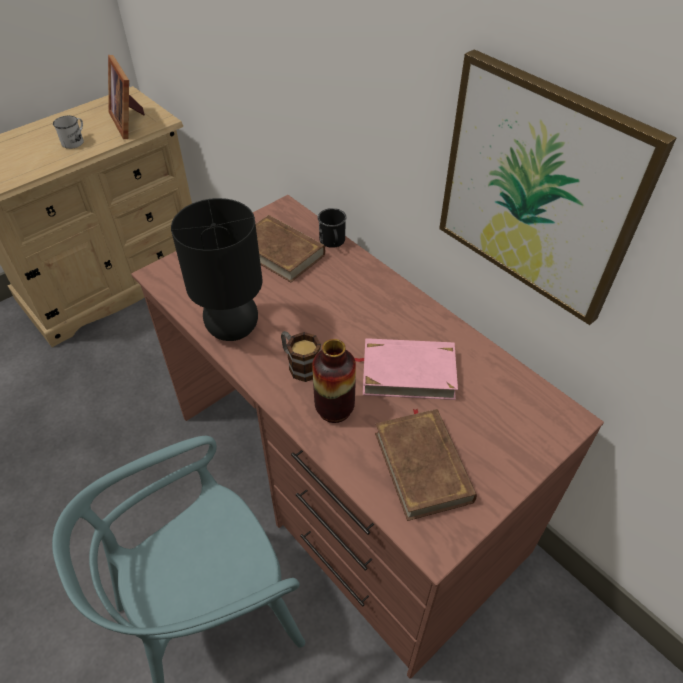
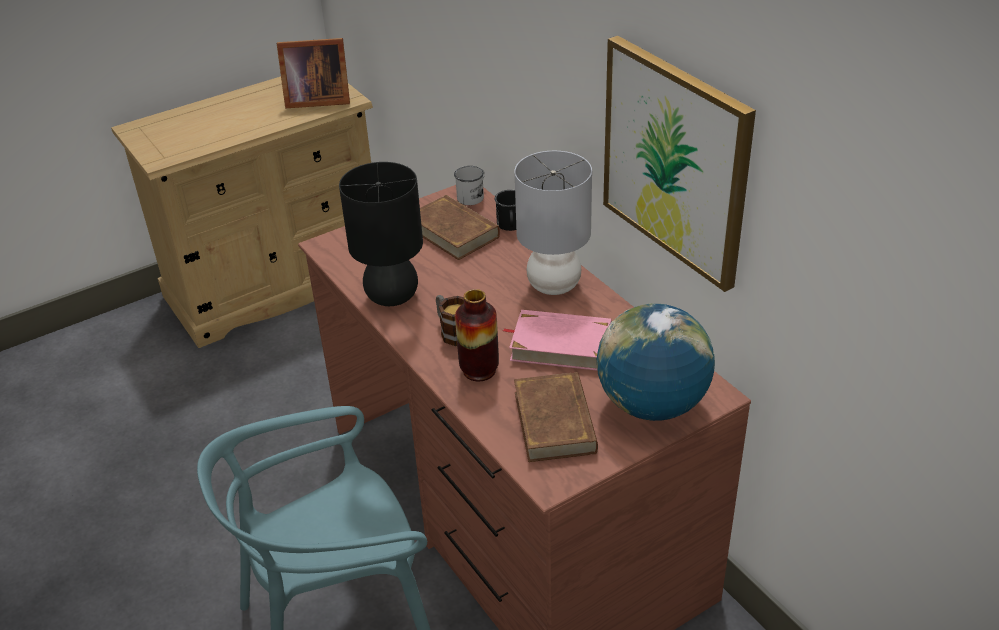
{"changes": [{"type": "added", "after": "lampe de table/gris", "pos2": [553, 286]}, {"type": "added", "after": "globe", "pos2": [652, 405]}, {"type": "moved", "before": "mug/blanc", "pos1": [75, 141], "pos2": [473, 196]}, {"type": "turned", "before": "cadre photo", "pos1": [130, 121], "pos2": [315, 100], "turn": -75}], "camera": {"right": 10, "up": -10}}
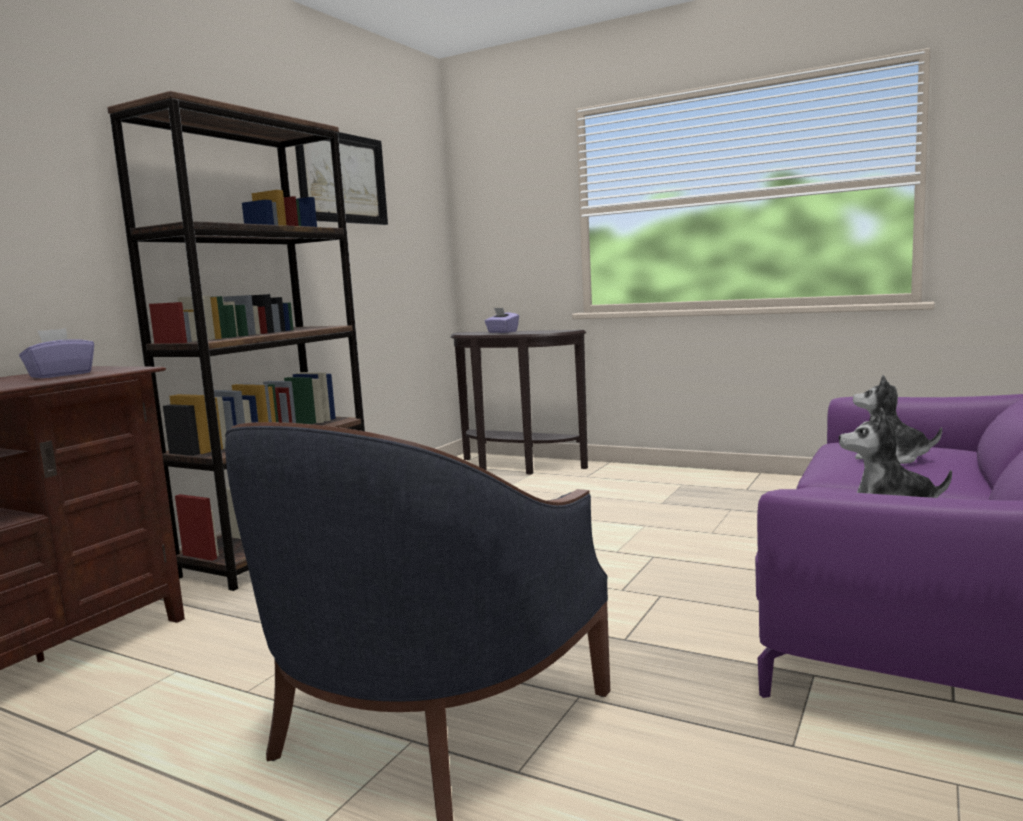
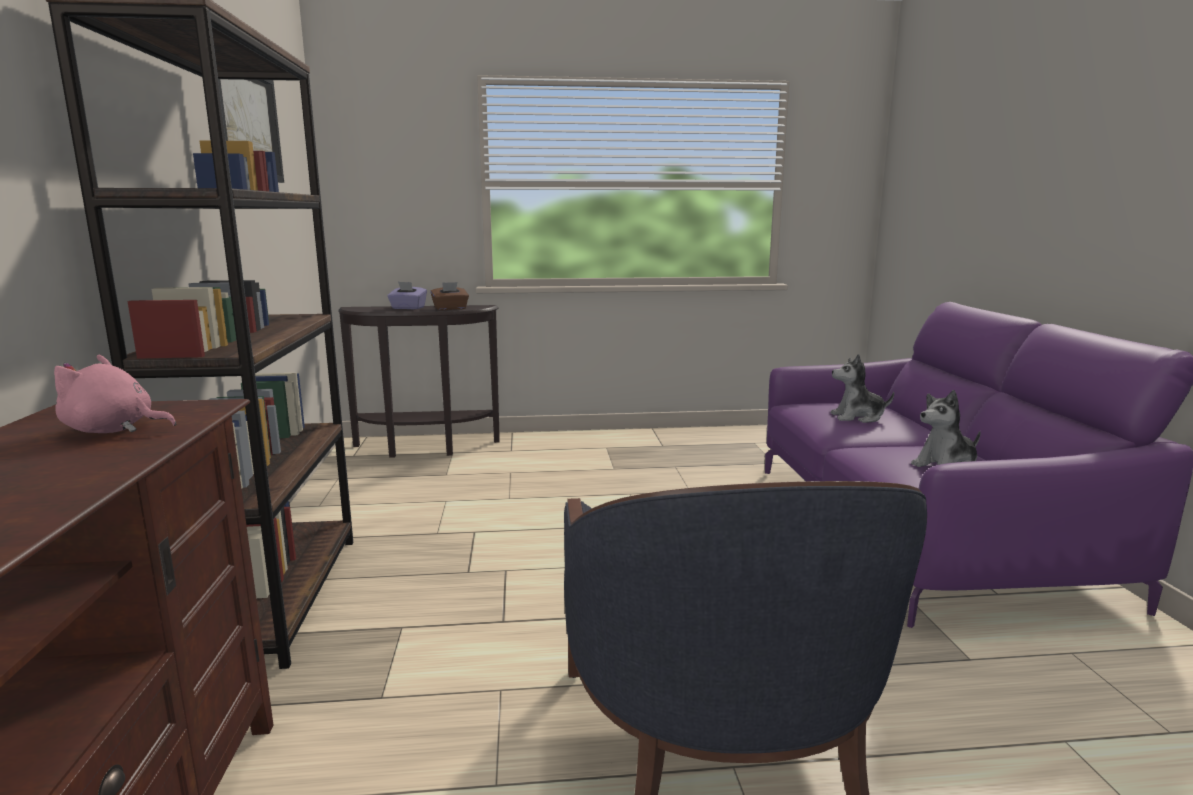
{"changes": [{"type": "added", "after": "boîte à mouchoirs/marron", "pos2": [450, 308]}, {"type": "replaced", "before": "boîte à mouchoirs/violet", "after": "peluche/rose", "pos1": [60, 375], "pos2": [114, 430]}], "camera": {"right": -35, "up": 5}}
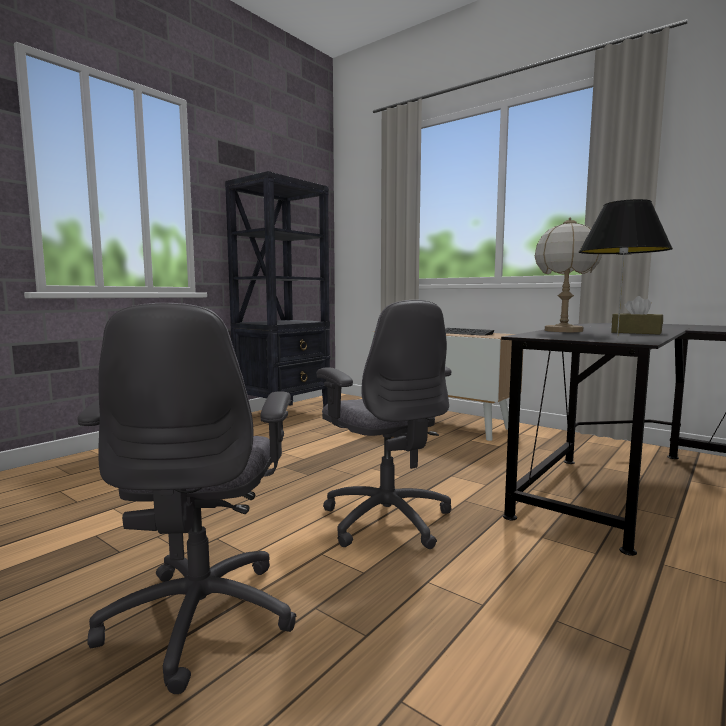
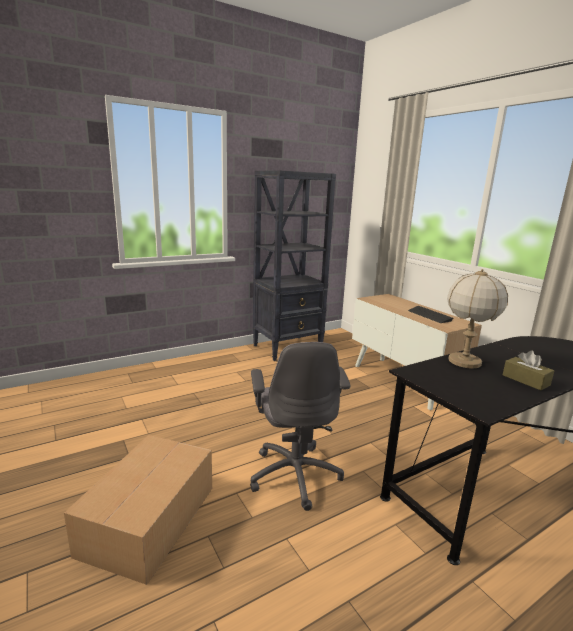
{"changes": [{"type": "removed", "before": "lampe de table/noir", "pos1": [618, 337]}, {"type": "replaced", "before": "chaise de bureau/gris", "after": "carton", "pos1": [202, 615], "pos2": [147, 520]}], "camera": {"right": 20, "up": 10}}
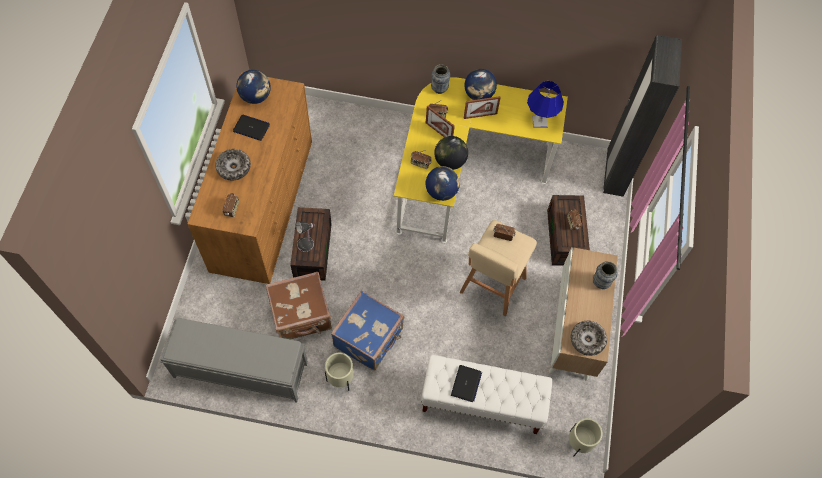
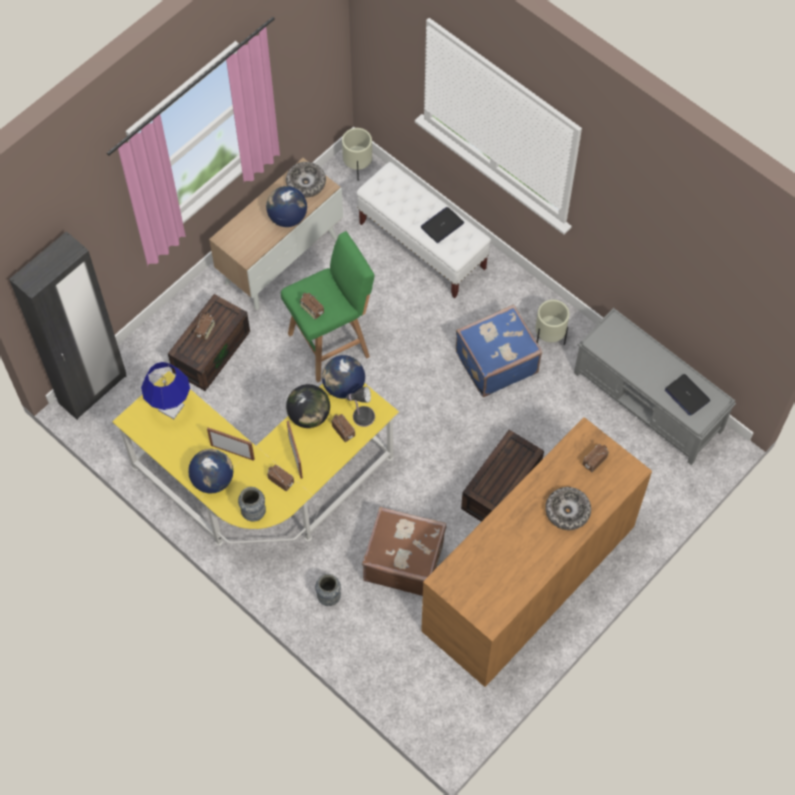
{"changes": [{"type": "moved", "before": "ordinateur portable", "pos1": [251, 128], "pos2": [687, 395]}, {"type": "moved", "before": "globe", "pos1": [256, 96], "pos2": [287, 217]}, {"type": "moved", "before": "valise/marron", "pos1": [301, 316], "pos2": [403, 560]}, {"type": "moved", "before": "lampe de table", "pos1": [306, 244], "pos2": [362, 416]}, {"type": "moved", "before": "vase", "pos1": [600, 282], "pos2": [329, 597]}, {"type": "recoloured", "before": "tabouret/beige", "after": "tabouret/vert", "pos1": [491, 287], "pos2": [331, 344]}], "camera": {"right": -145, "up": 0}}
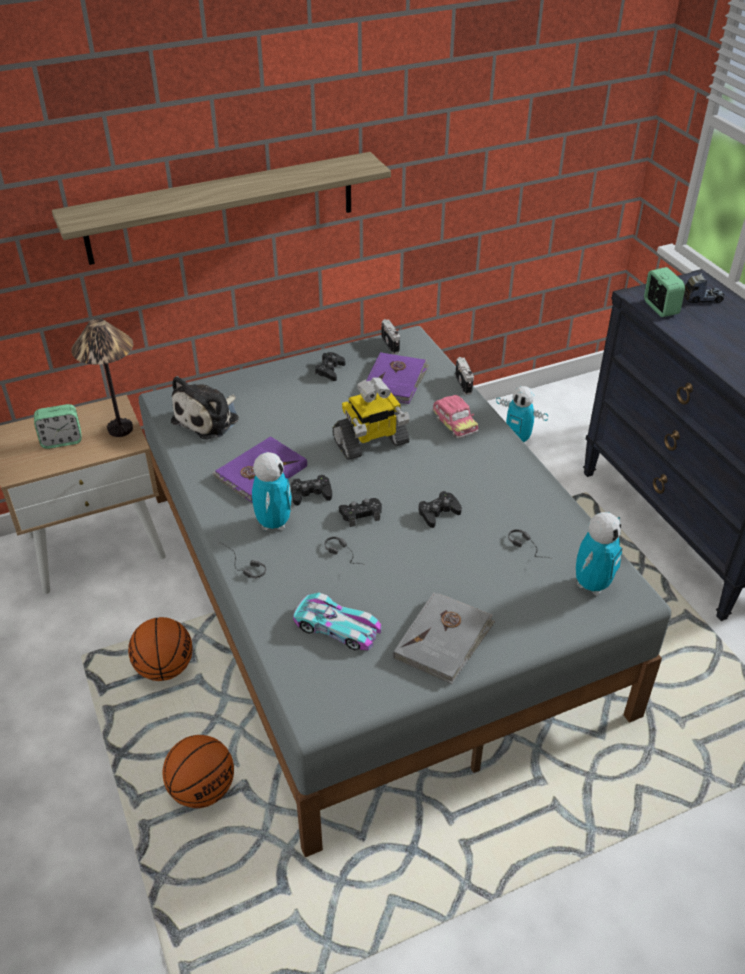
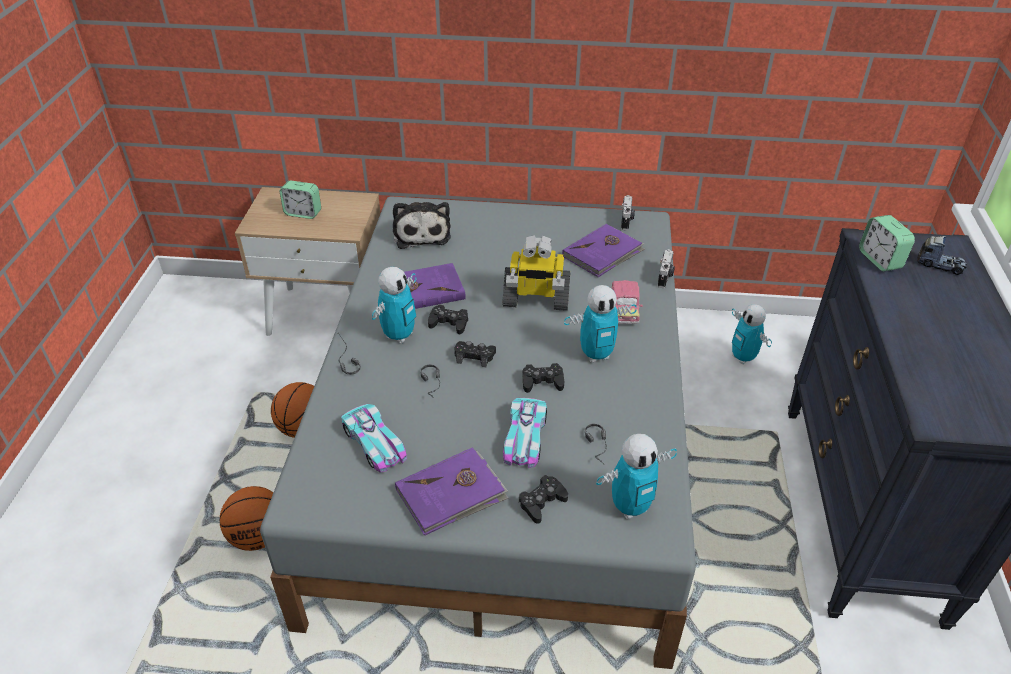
{"changes": [{"type": "removed", "before": "étagère", "pos1": [222, 208]}, {"type": "removed", "before": "lampe de table", "pos1": [121, 429]}, {"type": "added", "after": "petite voiture", "pos2": [525, 437]}, {"type": "added", "after": "robot jouet", "pos2": [596, 355]}, {"type": "moved", "before": "manette/noir", "pos1": [330, 370], "pos2": [542, 502]}, {"type": "recoloured", "before": "livre/gris", "after": "livre/violet", "pos1": [444, 640], "pos2": [451, 494]}, {"type": "turned", "before": "peluche", "pos1": [209, 419], "pos2": [421, 233], "turn": -75}, {"type": "turned", "before": "réveil", "pos1": [660, 308], "pos2": [880, 260], "turn": 150}], "camera": {"right": 30, "up": 0}}
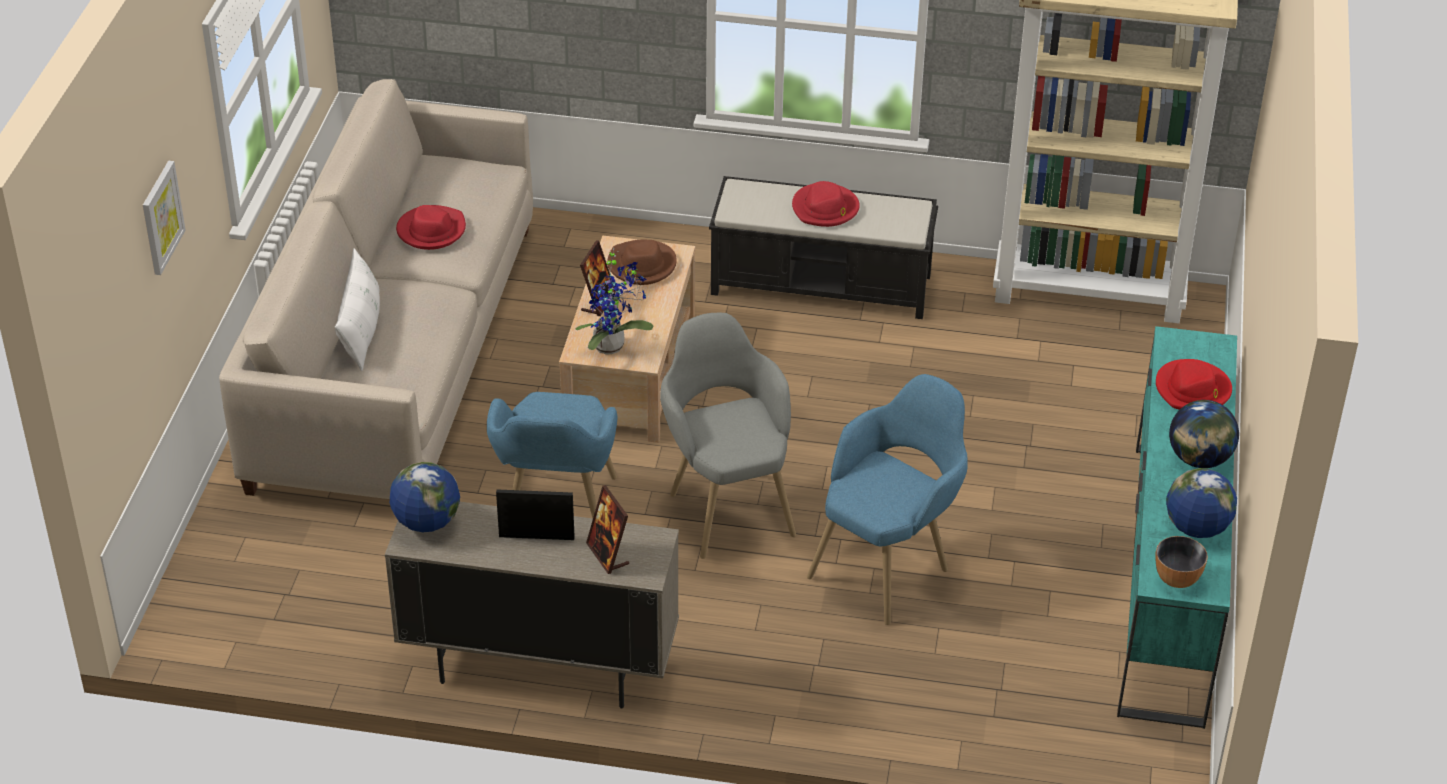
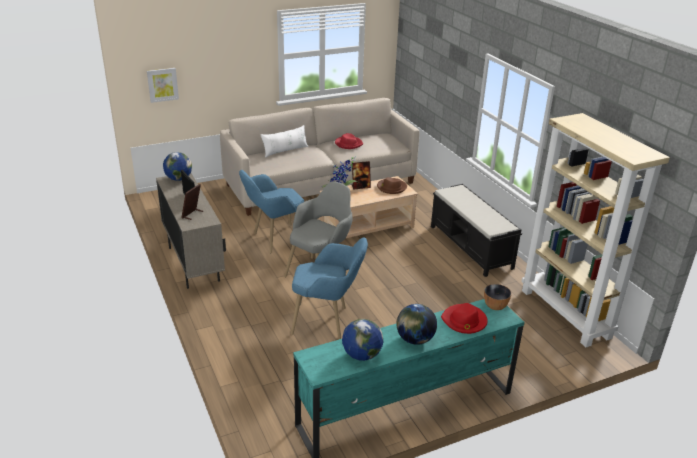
{"changes": [{"type": "removed", "before": "chapeau/rouge", "pos1": [825, 209]}, {"type": "moved", "before": "tableau", "pos1": [161, 217], "pos2": [162, 84]}, {"type": "moved", "before": "bol", "pos1": [1177, 579], "pos2": [495, 306]}], "camera": {"right": 55, "up": -10}}
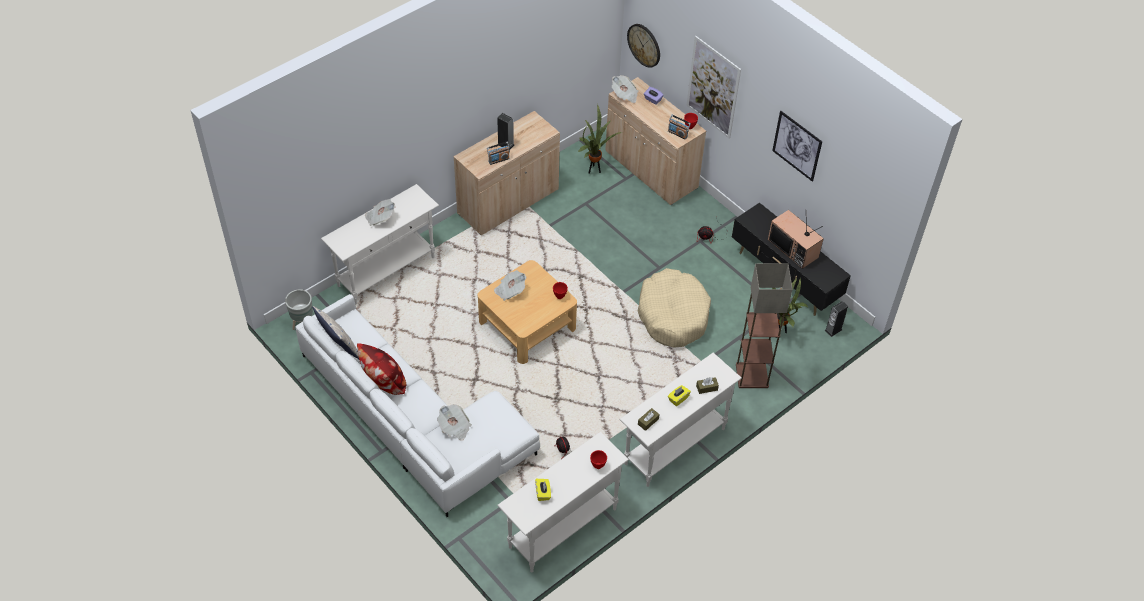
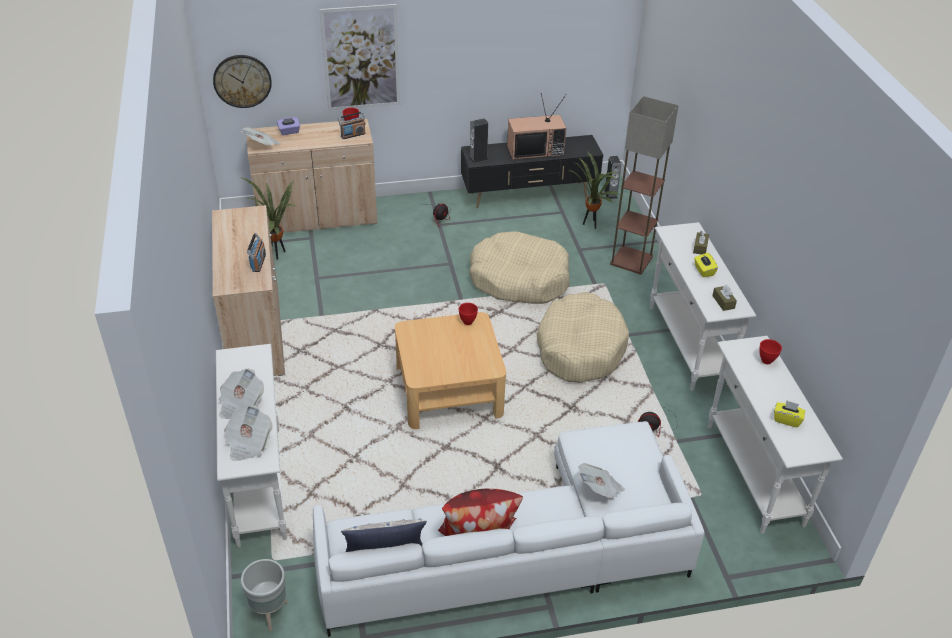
{"changes": [{"type": "removed", "before": "tableau", "pos1": [797, 146]}, {"type": "added", "after": "panier pour chien/beige", "pos2": [580, 348]}, {"type": "moved", "before": "journal", "pos1": [510, 290], "pos2": [248, 443]}, {"type": "moved", "before": "enceinte", "pos1": [505, 144], "pos2": [478, 158]}], "camera": {"right": -60, "up": -10}}
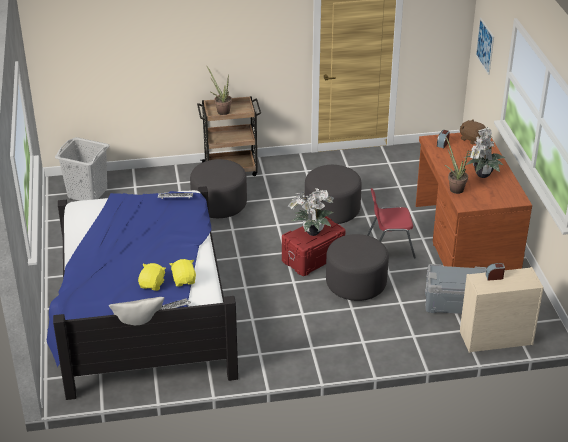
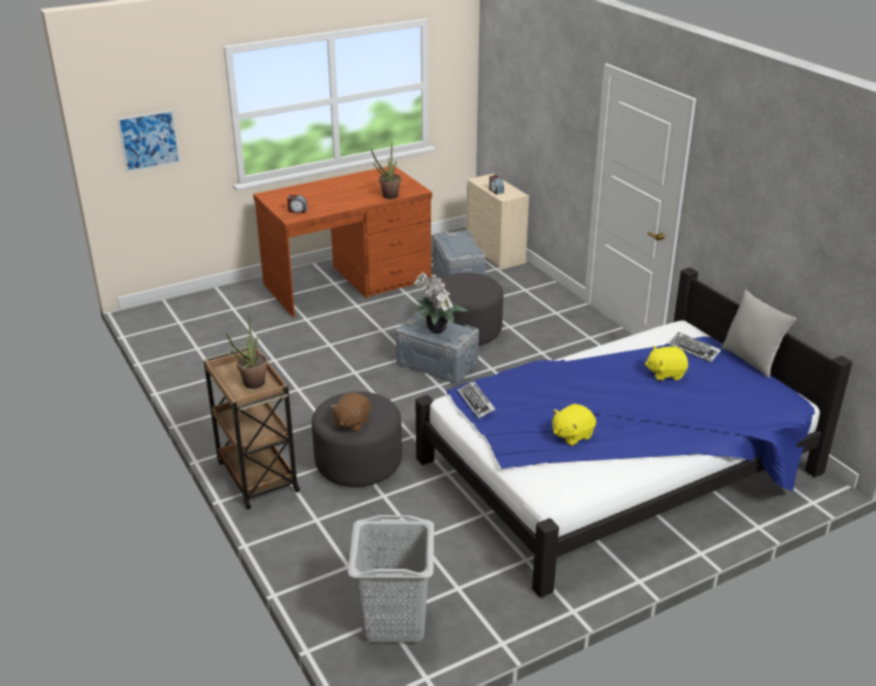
{"changes": [{"type": "removed", "before": "pouf/gris", "pos1": [332, 210]}, {"type": "removed", "before": "chaise/rouge", "pos1": [389, 247]}, {"type": "removed", "before": "plante en pot", "pos1": [481, 175]}, {"type": "moved", "before": "peluche/jaune", "pos1": [184, 280], "pos2": [572, 435]}, {"type": "moved", "before": "peluche/marron", "pos1": [471, 139], "pos2": [351, 423]}, {"type": "recoloured", "before": "boîte de rangement/rouge", "after": "boîte de rangement/gris", "pos1": [312, 257], "pos2": [436, 365]}], "camera": {"right": -110, "up": -5}}
